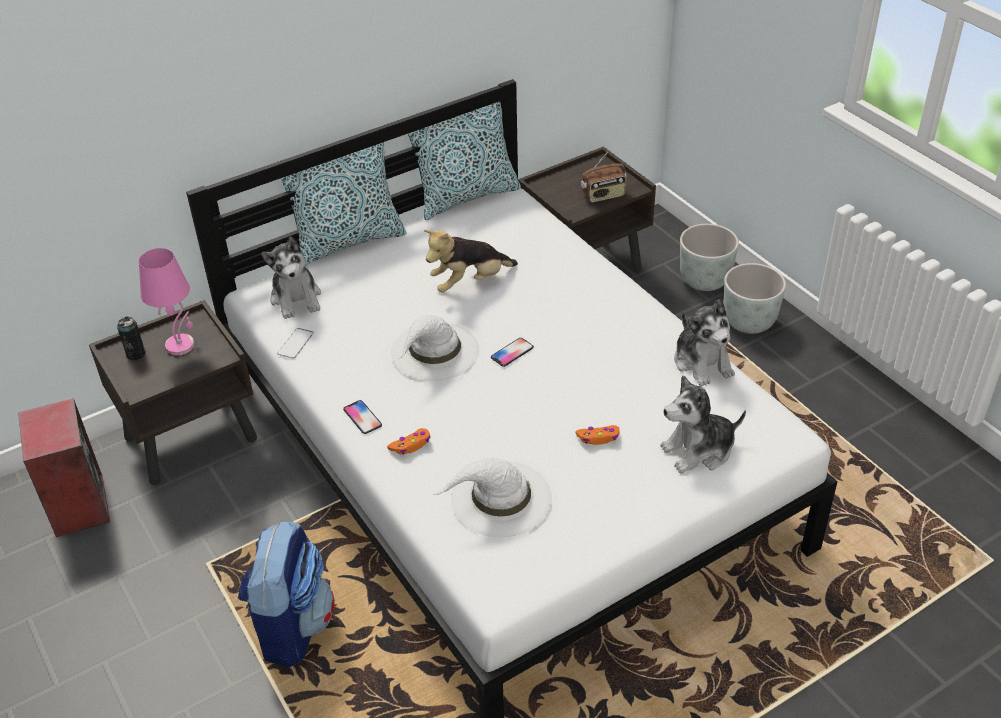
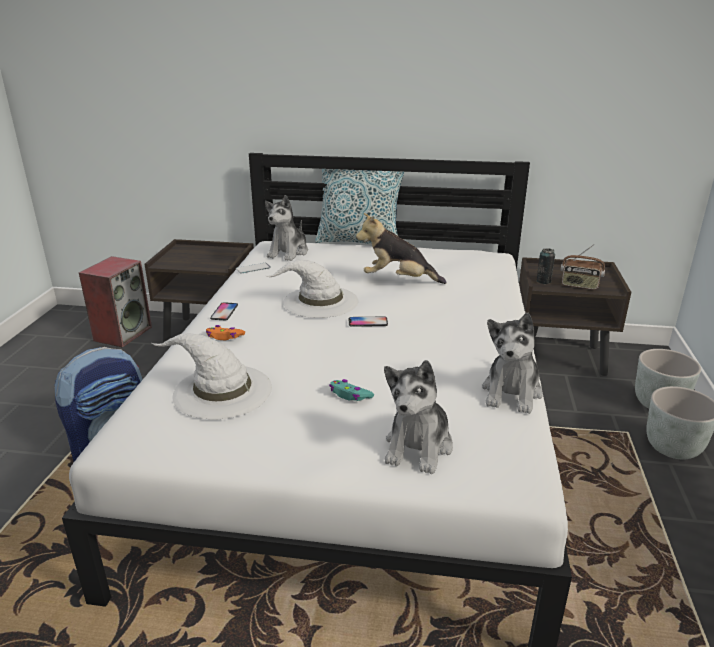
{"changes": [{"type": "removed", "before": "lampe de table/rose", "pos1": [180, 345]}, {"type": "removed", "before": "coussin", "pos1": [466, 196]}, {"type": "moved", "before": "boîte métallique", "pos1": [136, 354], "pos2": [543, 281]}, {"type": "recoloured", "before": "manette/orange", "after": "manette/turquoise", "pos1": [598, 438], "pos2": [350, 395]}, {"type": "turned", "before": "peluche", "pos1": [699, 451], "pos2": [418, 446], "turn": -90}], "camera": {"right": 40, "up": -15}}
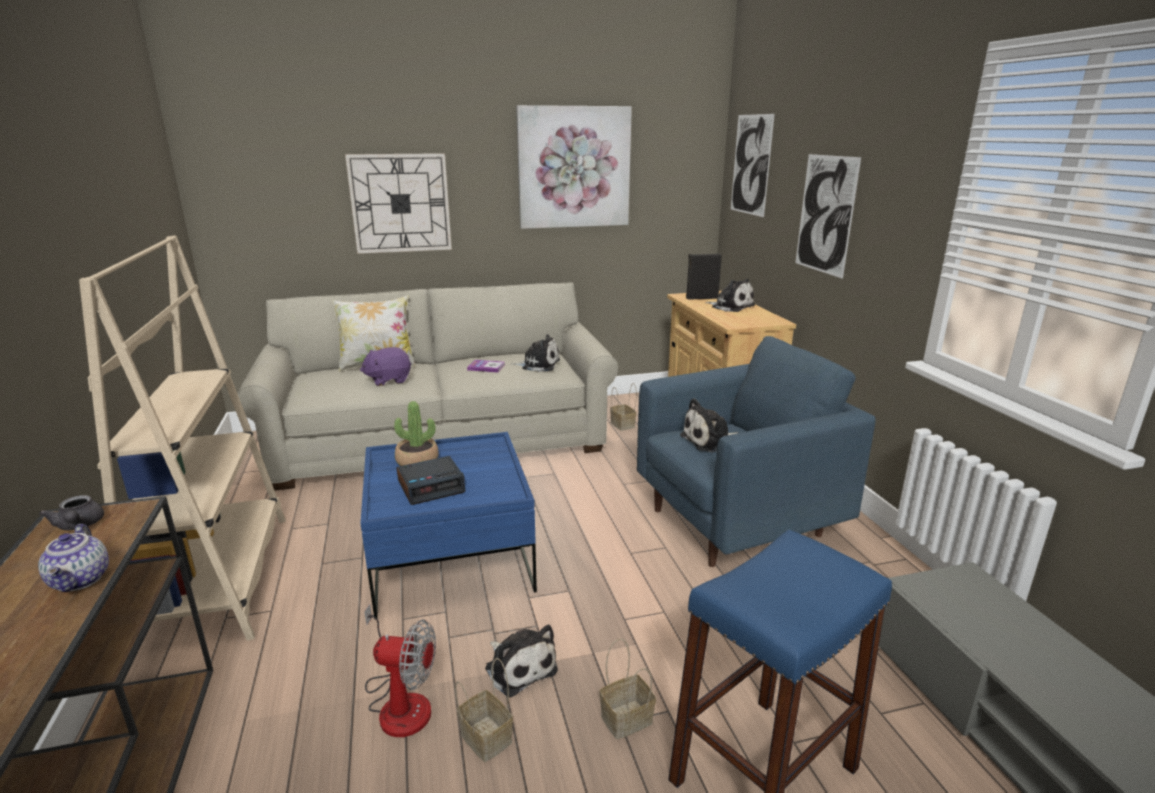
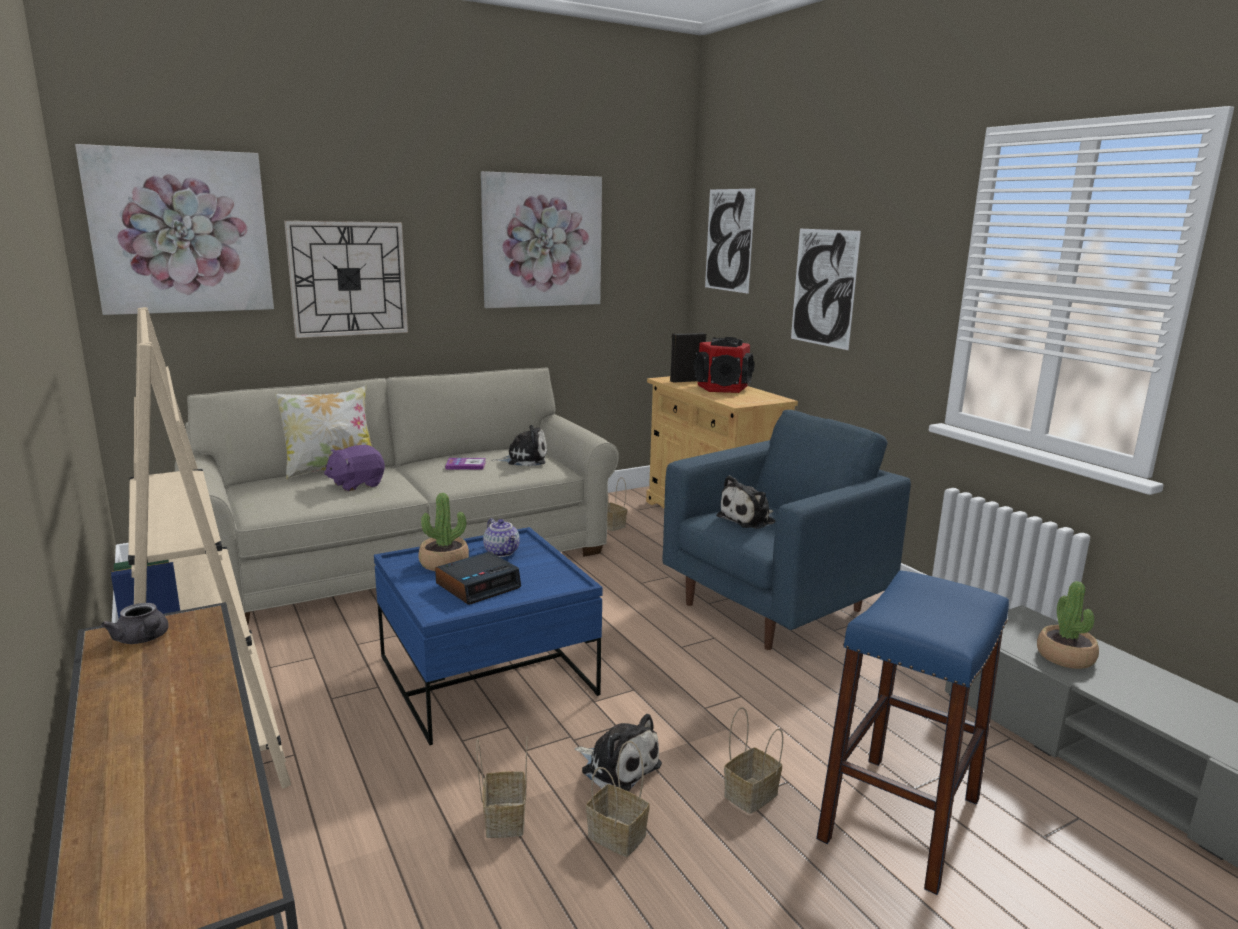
{"changes": [{"type": "added", "after": "tableau", "pos2": [181, 232]}, {"type": "added", "after": "plante en pot", "pos2": [1065, 657]}, {"type": "moved", "before": "théière", "pos1": [82, 580], "pos2": [502, 552]}, {"type": "replaced", "before": "ventilateur", "after": "panier", "pos1": [400, 701], "pos2": [504, 818]}, {"type": "replaced", "before": "peluche", "after": "enceinte", "pos1": [730, 307], "pos2": [722, 388]}], "camera": {"right": -15, "up": -5}}
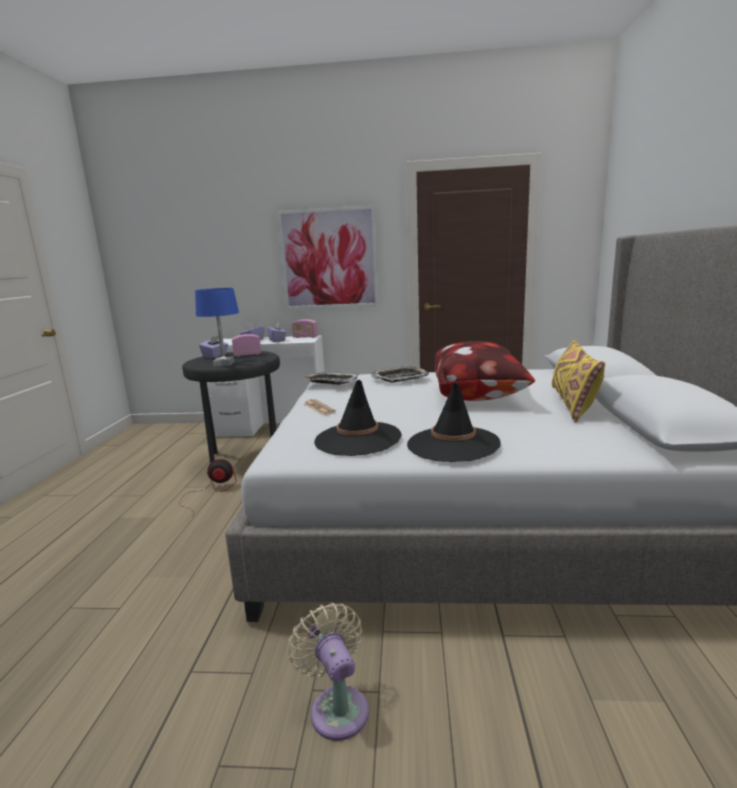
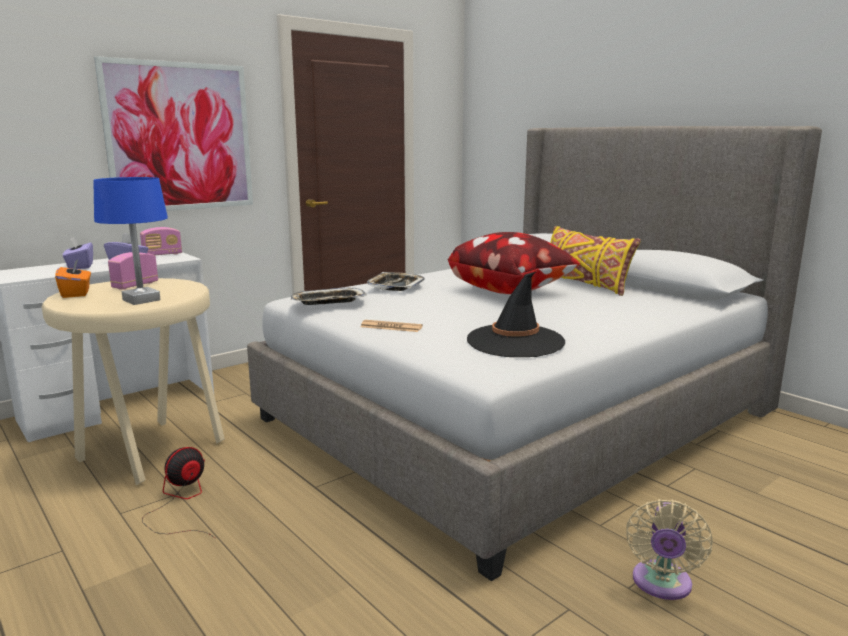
{"changes": [{"type": "removed", "before": "chapeau/noir", "pos1": [453, 444]}, {"type": "recoloured", "before": "tabouret/noir", "after": "tabouret/beige", "pos1": [243, 459], "pos2": [148, 452]}, {"type": "recoloured", "before": "boîte à mouchoirs/violet", "after": "boîte à mouchoirs/orange", "pos1": [215, 356], "pos2": [76, 293]}, {"type": "turned", "before": "ventilateur/beige", "pos1": [337, 707], "pos2": [661, 585], "turn": -90}], "camera": {"right": -45, "up": 0}}
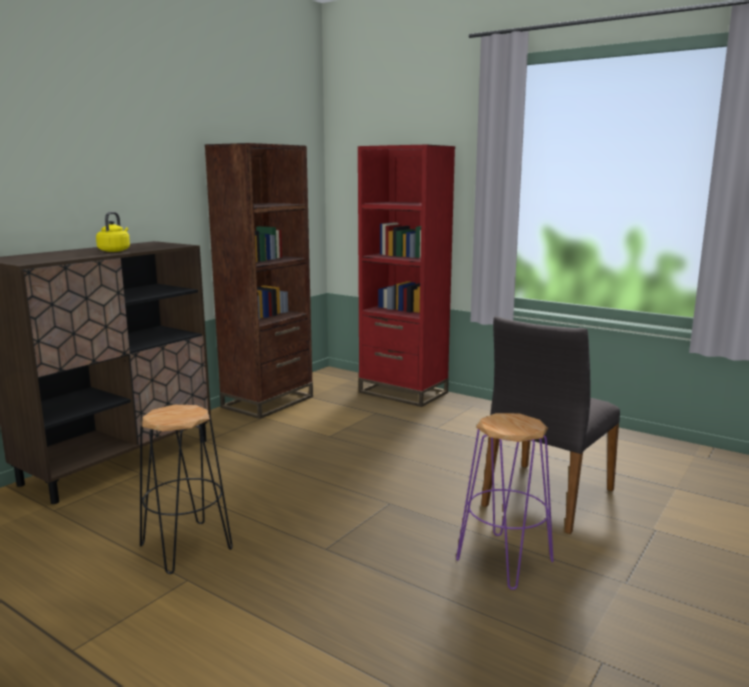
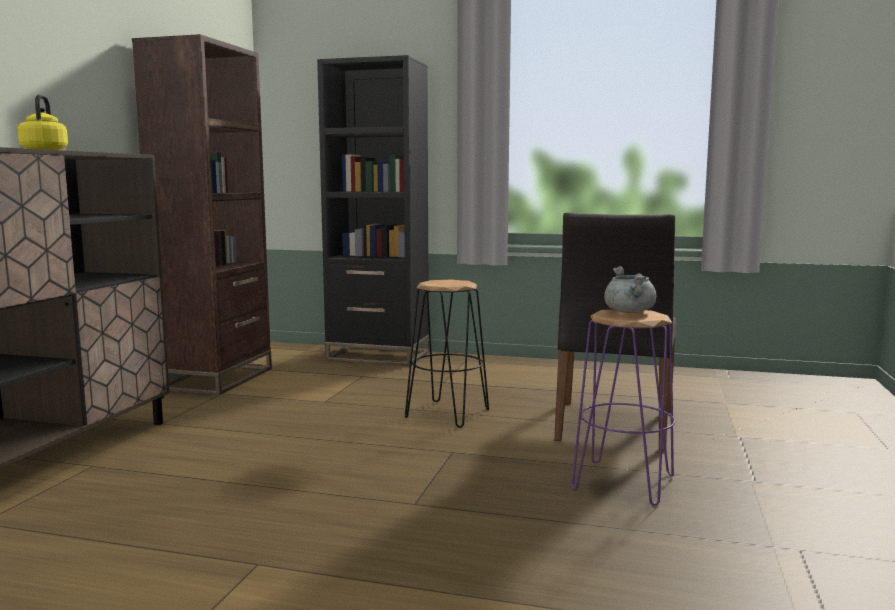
{"changes": [{"type": "added", "after": "marmite/gris", "pos2": [629, 312]}, {"type": "moved", "before": "tabouret/noir", "pos1": [187, 547], "pos2": [447, 413]}, {"type": "recoloured", "before": "bibliothèque/rouge", "after": "bibliothèque/noir", "pos1": [403, 392], "pos2": [378, 356]}], "camera": {"right": -20, "up": -5}}
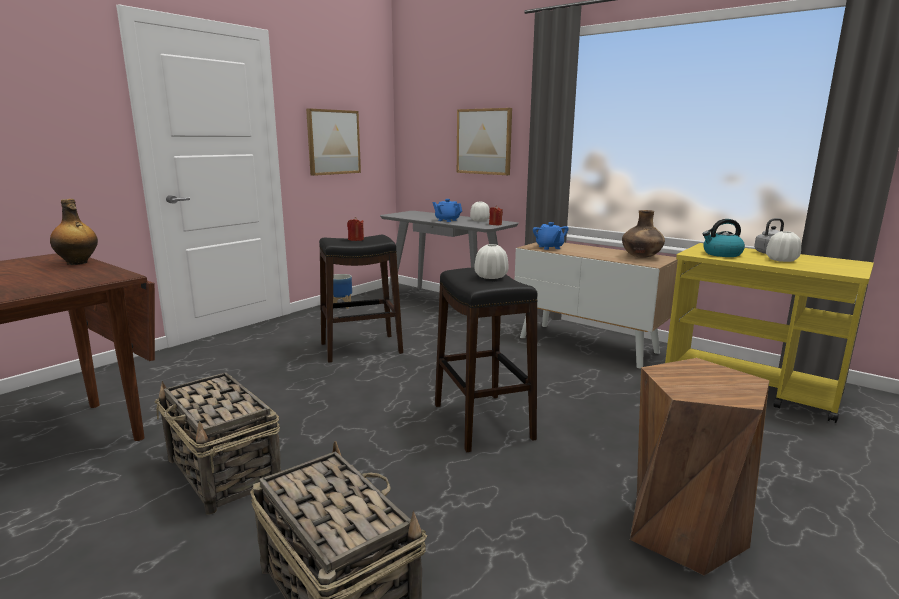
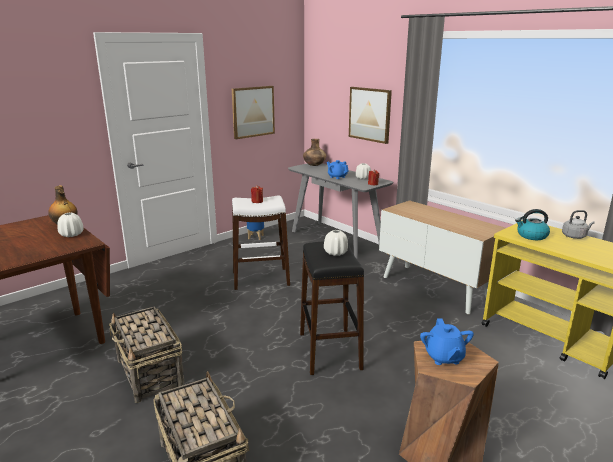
{"changes": [{"type": "moved", "before": "théière/bleu", "pos1": [549, 247], "pos2": [444, 357]}, {"type": "moved", "before": "vase/marron", "pos1": [641, 257], "pos2": [314, 165]}, {"type": "moved", "before": "vase/blanc", "pos1": [781, 260], "pos2": [72, 234]}, {"type": "recoloured", "before": "tabouret/noir", "after": "tabouret/blanc", "pos1": [361, 348], "pos2": [261, 278]}], "camera": {"right": 10, "up": 5}}
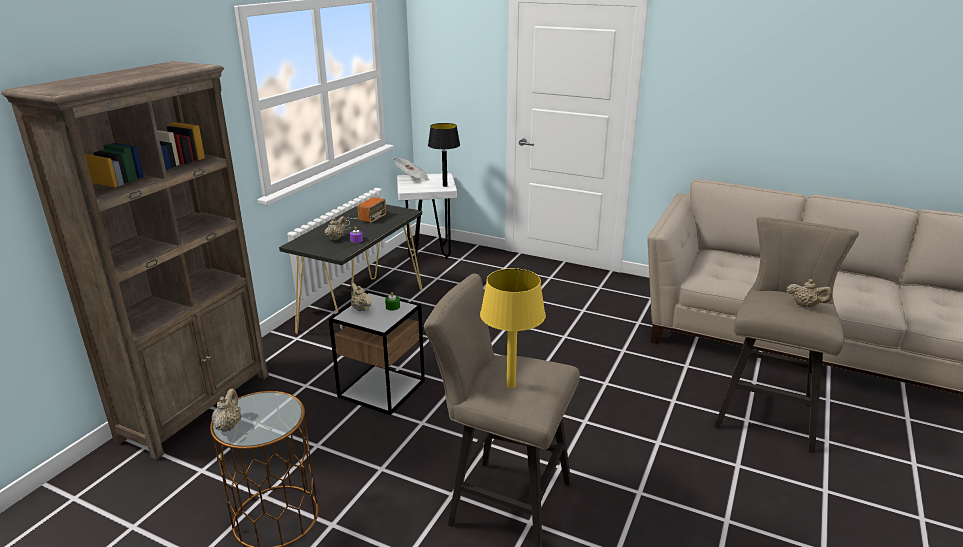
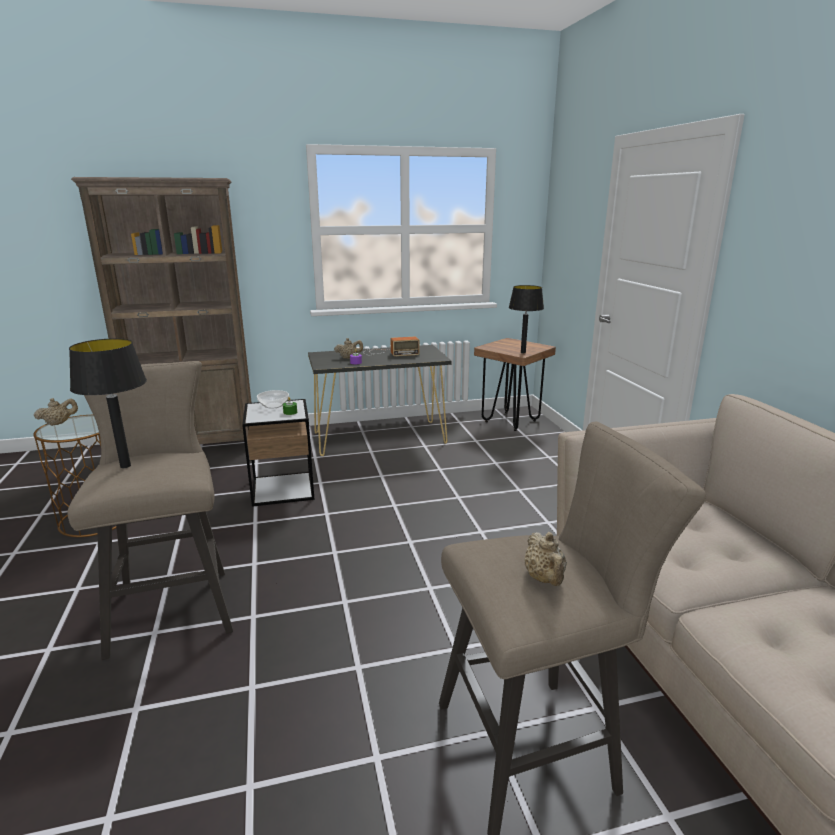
{"changes": [{"type": "removed", "before": "journal", "pos1": [412, 179]}, {"type": "replaced", "before": "théière/beige", "after": "bol", "pos1": [361, 308], "pos2": [273, 405]}, {"type": "recoloured", "before": "tabouret/blanc", "after": "tabouret/marron", "pos1": [428, 252], "pos2": [510, 421]}, {"type": "recoloured", "before": "lampe de table/jaune", "after": "lampe de table/noir", "pos1": [510, 385], "pos2": [125, 466]}], "camera": {"right": 50, "up": -5}}
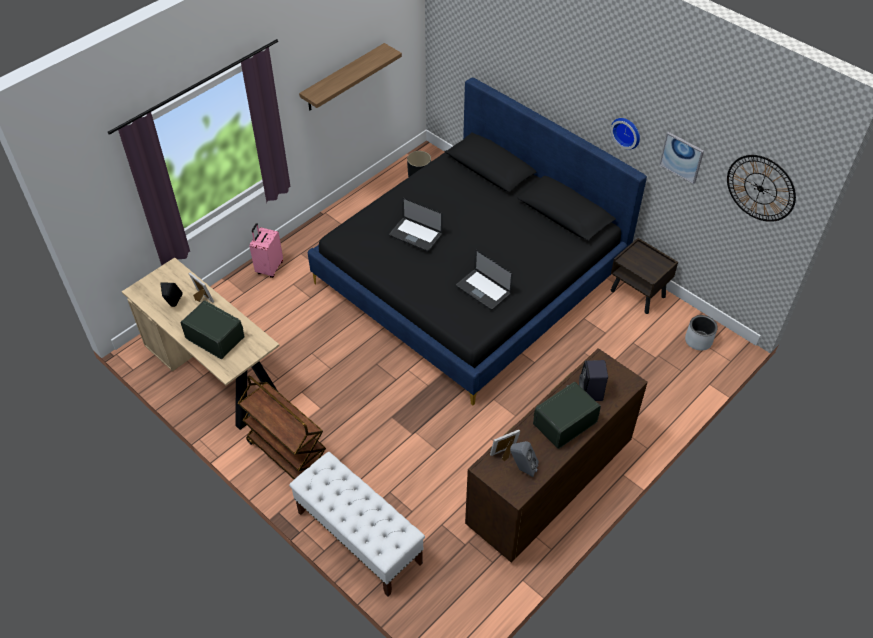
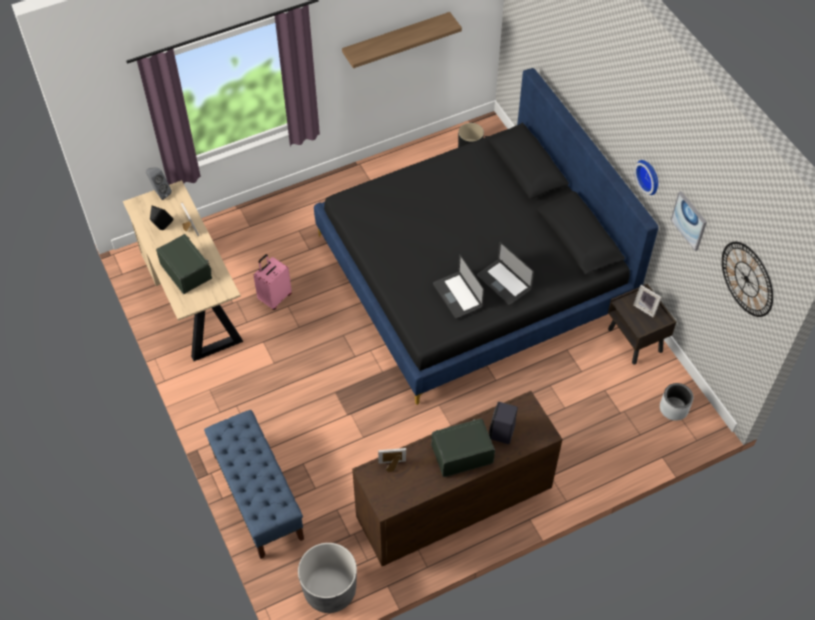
{"changes": [{"type": "removed", "before": "chariot/marron", "pos1": [287, 455]}, {"type": "added", "after": "cache-pot/gris", "pos2": [330, 590]}, {"type": "added", "after": "cadre photo", "pos2": [646, 308]}, {"type": "moved", "before": "valise/rose", "pos1": [269, 268], "pos2": [274, 297]}, {"type": "moved", "before": "ordinateur portable", "pos1": [415, 235], "pos2": [503, 283]}, {"type": "moved", "before": "enceinte/gris", "pos1": [522, 469], "pos2": [160, 193]}, {"type": "recoloured", "before": "banc/blanc", "after": "banc/bleu", "pos1": [359, 537], "pos2": [257, 496]}], "camera": {"right": 20, "up": 5}}
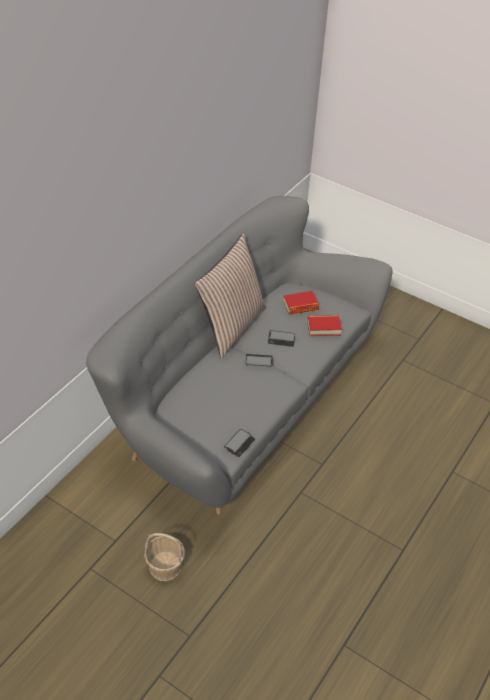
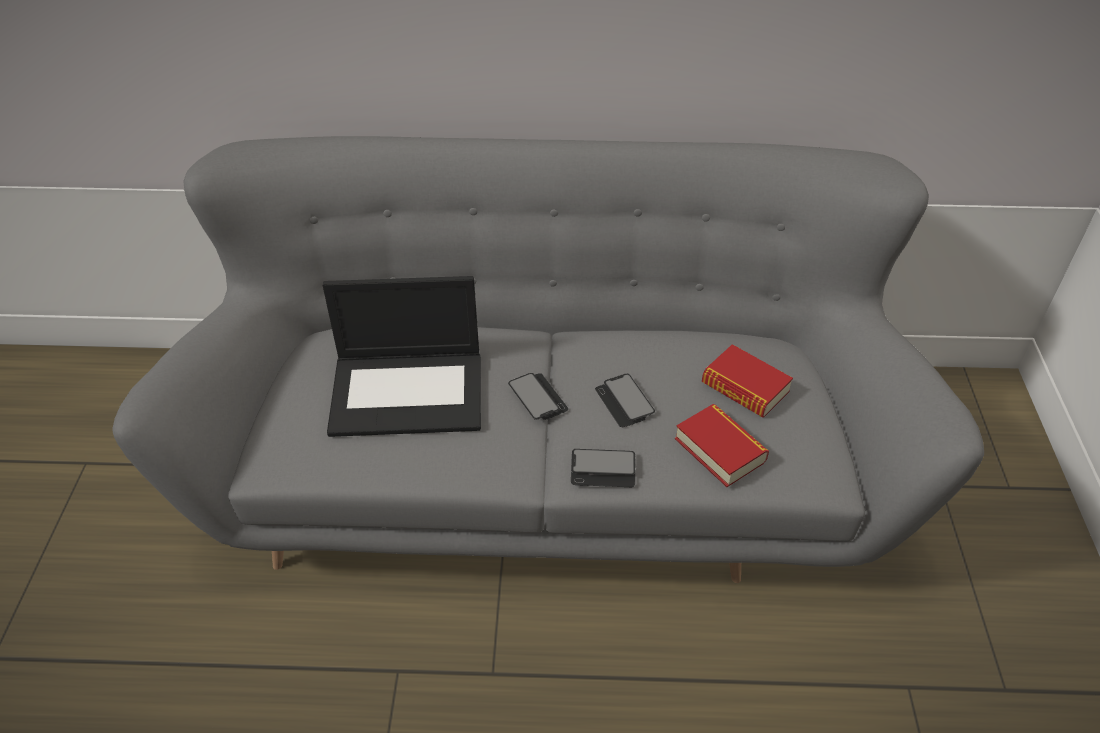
{"changes": [{"type": "removed", "before": "panier", "pos1": [165, 566]}, {"type": "removed", "before": "coussin", "pos1": [231, 326]}, {"type": "added", "after": "ordinateur portable", "pos2": [409, 392]}, {"type": "moved", "before": "téléphone", "pos1": [239, 443], "pos2": [603, 469]}], "camera": {"right": 60, "up": 0}}
